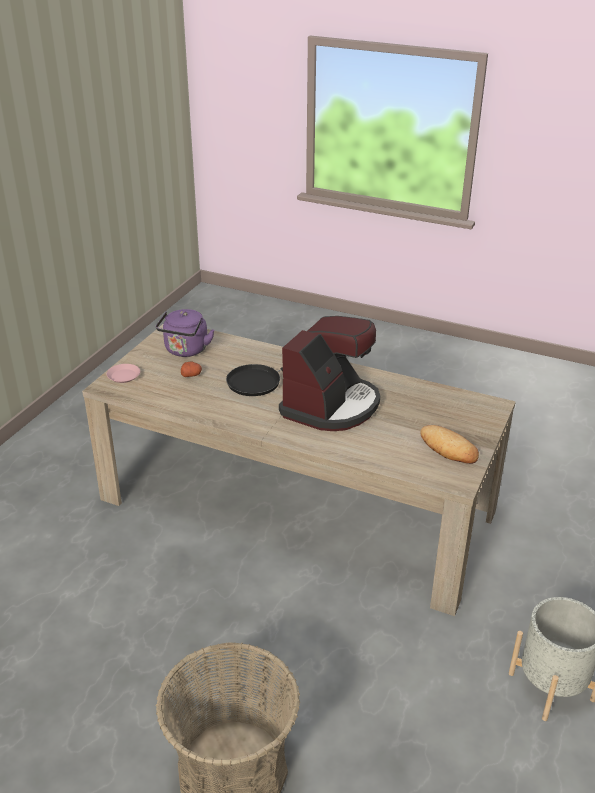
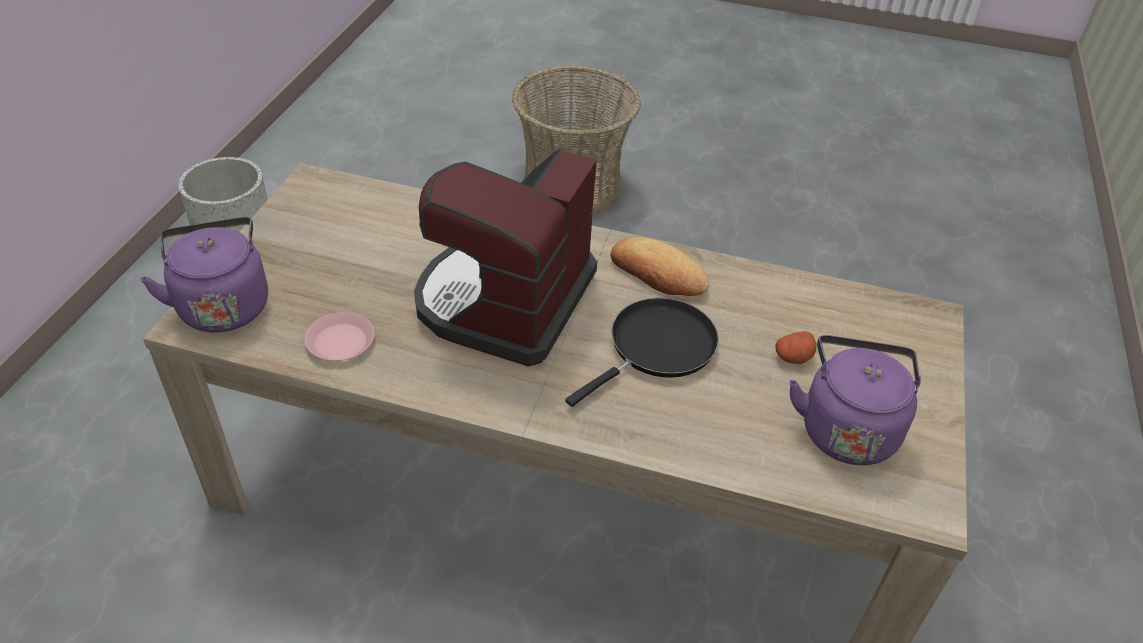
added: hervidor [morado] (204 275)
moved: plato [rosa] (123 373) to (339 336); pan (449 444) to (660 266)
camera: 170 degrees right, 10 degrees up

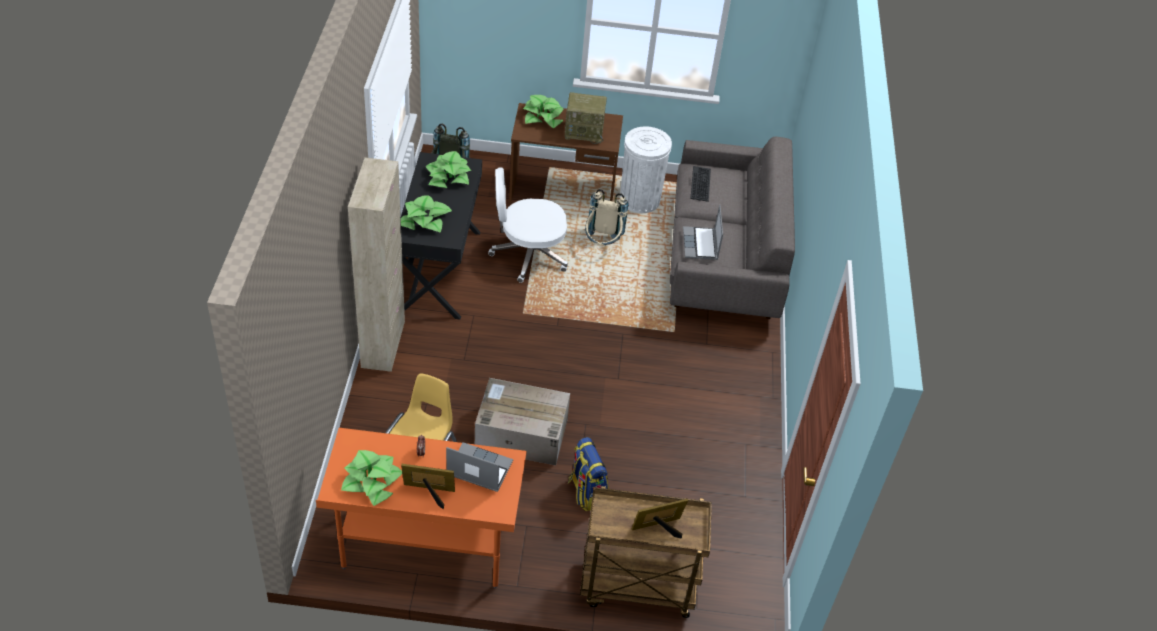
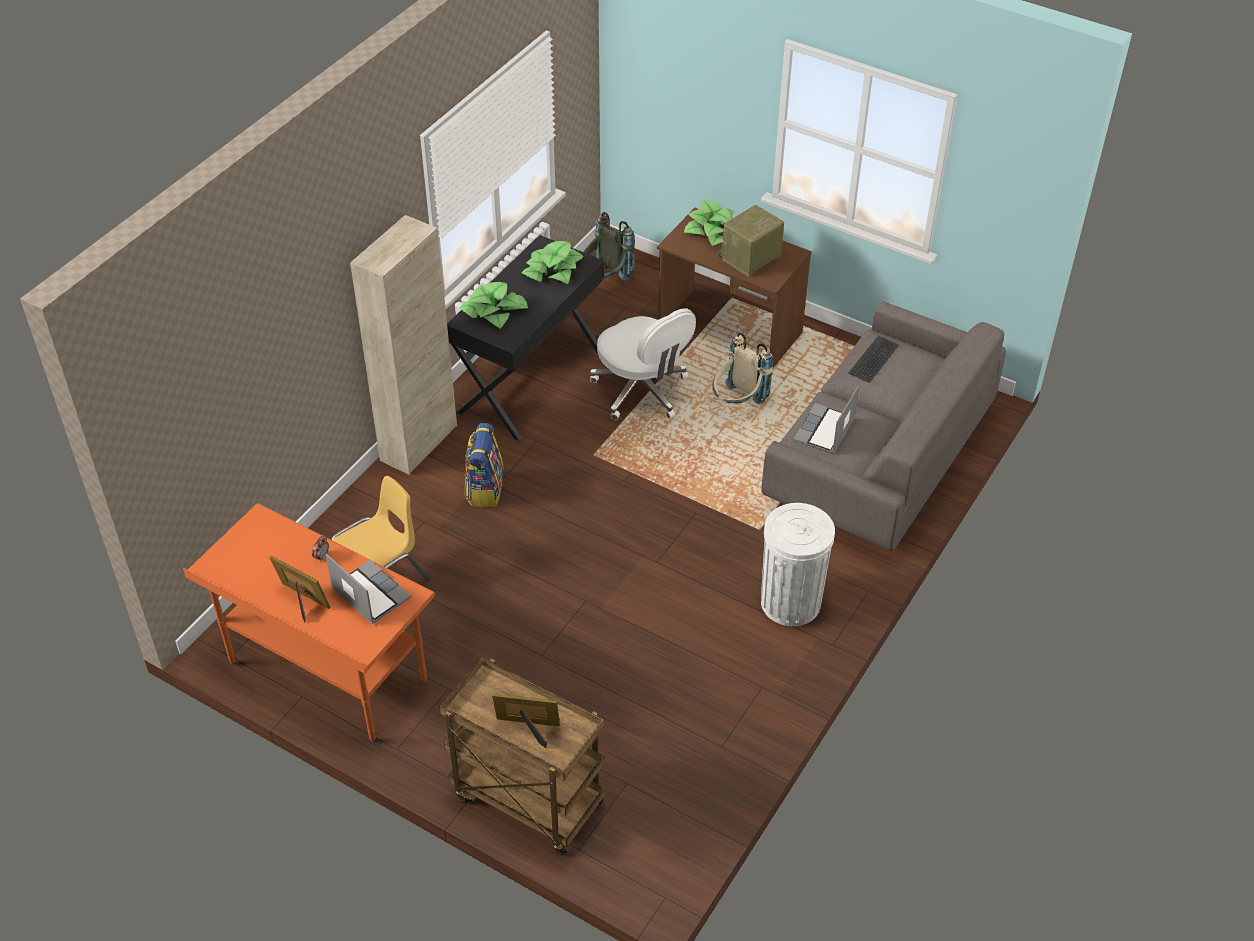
removed: planta en maceta (371 478); caja de cartón (522 421)
moved: mochila (588 474) to (484 465); papelera [blanco] (646 169) to (798 564)
turned: silla de oficina [blanco] (528 225) = (643 364) 150 degrees counterclockwise; radio (586 118) = (751 241) 105 degrees clockwise
camera: 30 degrees right, 0 degrees up

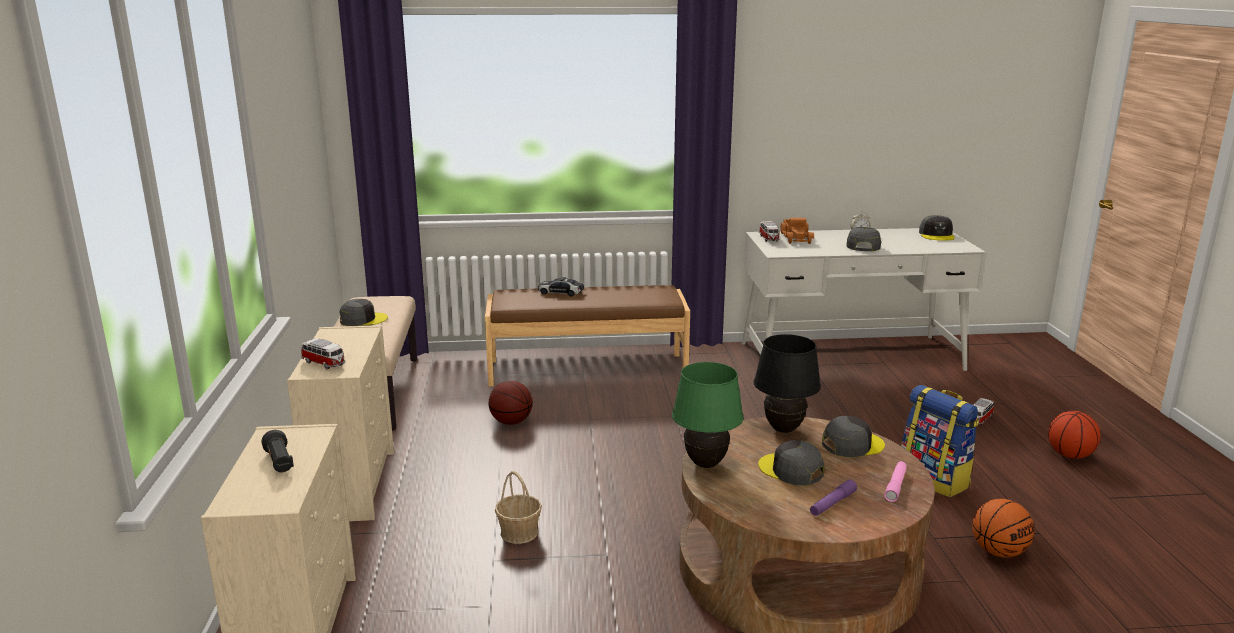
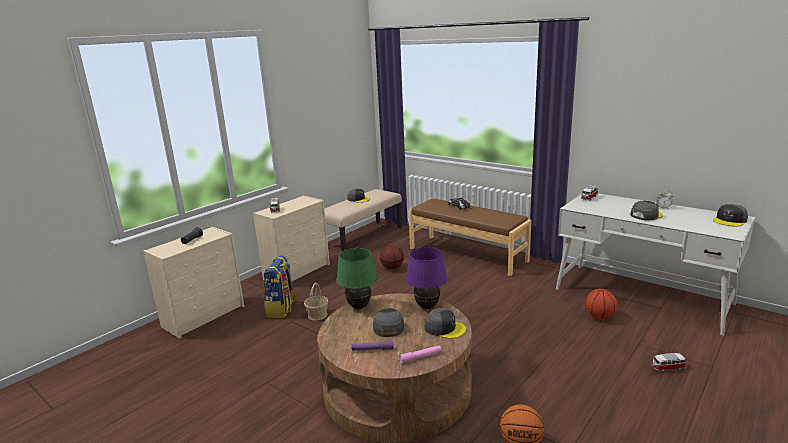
removed: camión de juguete (797 231)
moved: mochila (940 441) to (280 286); balón de baloncesto (1074 435) to (601 304)
recoloured: lámpara de mesa [negro] (787 383) to lámpara de mesa [morado] (427 278)
camera: 45 degrees right, 0 degrees up

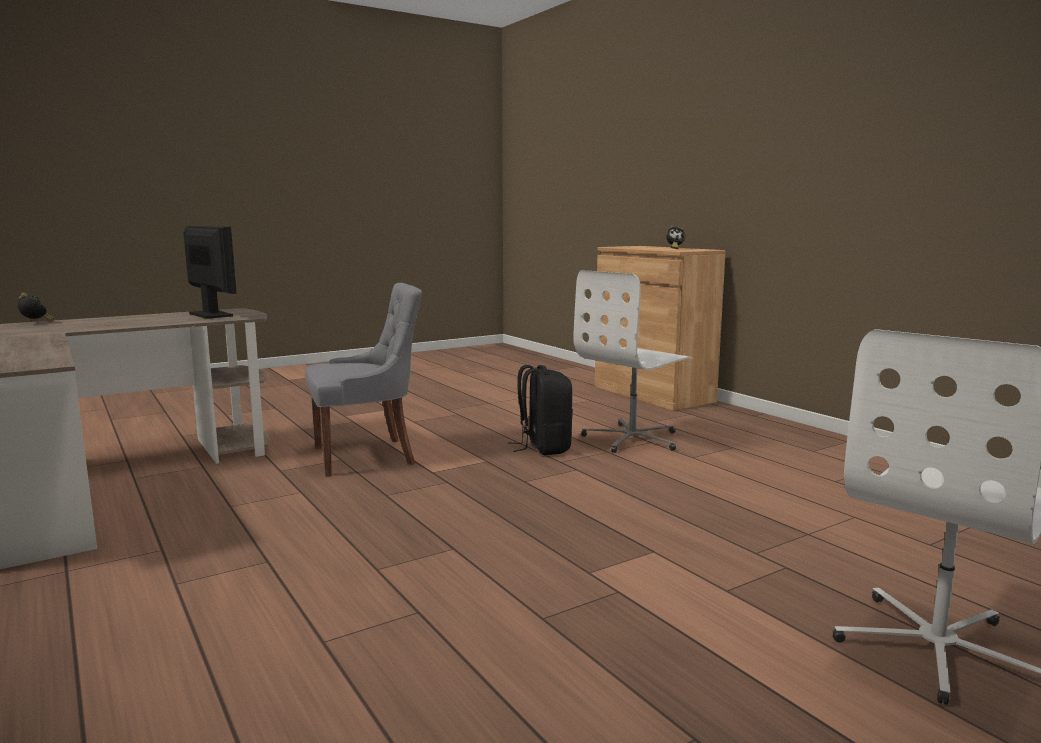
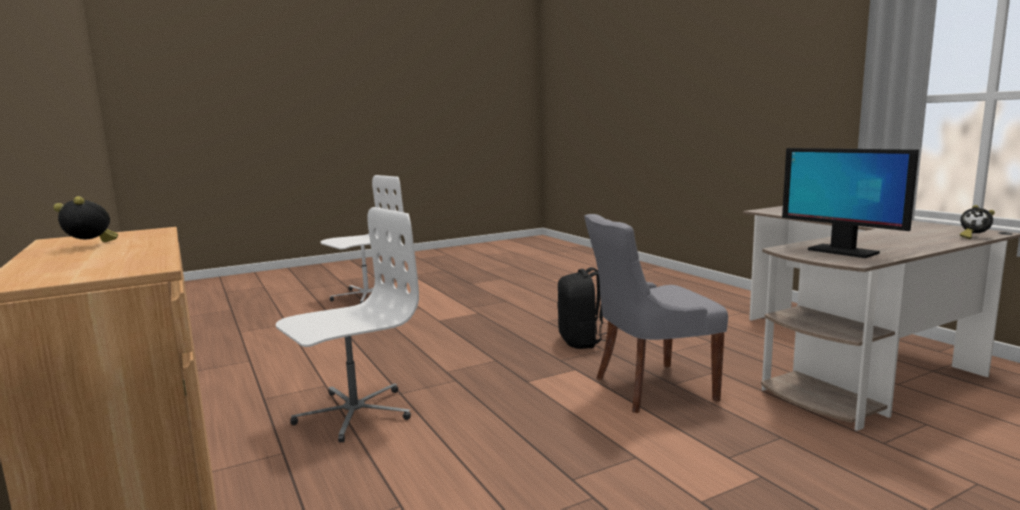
moved: mochila [negro] (540 410) to (582 308)
camera: 175 degrees left, 0 degrees up

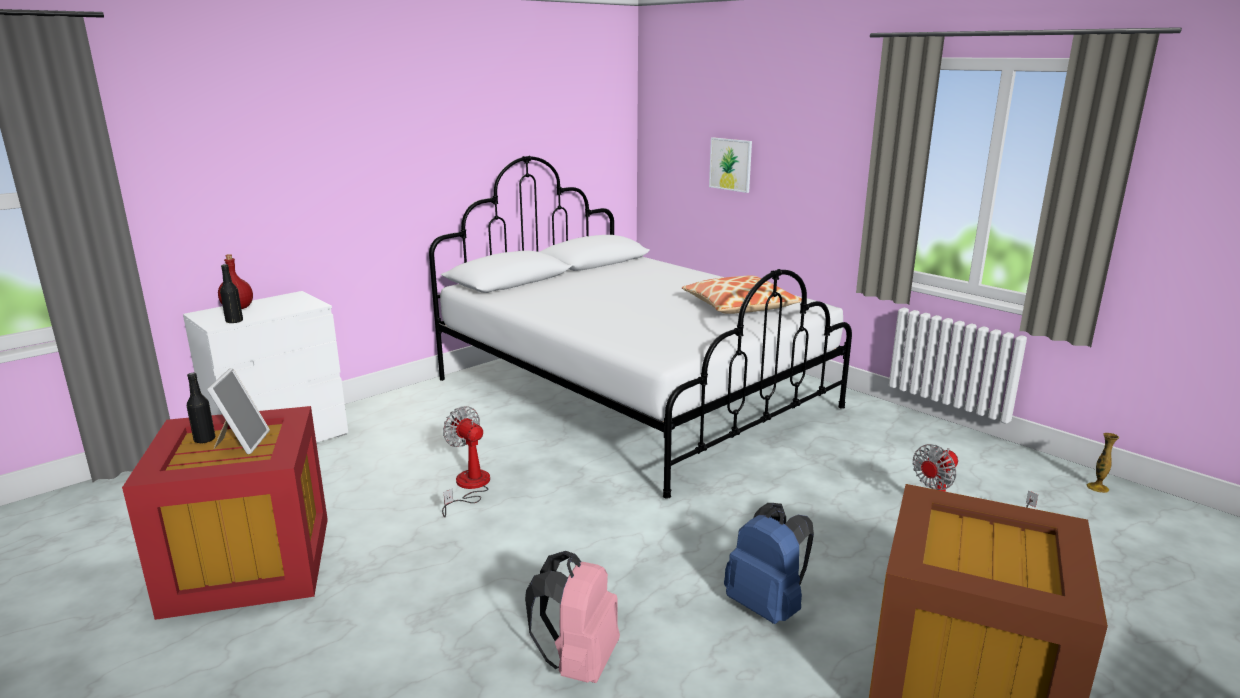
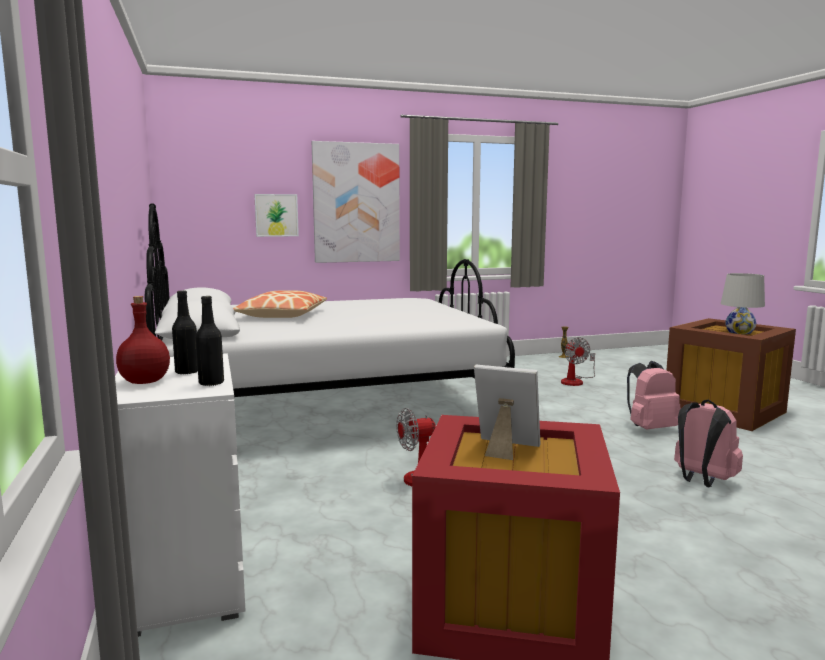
added: cuadro (356 202); lámpara de mesa [blanco] (743 303)
moved: botella [negro] (201 408) to (185 332); cojín (742 295) to (280 304)
recoloured: mochila [azul] (769 563) to mochila [rosa] (654 395)
camera: 65 degrees left, 10 degrees down

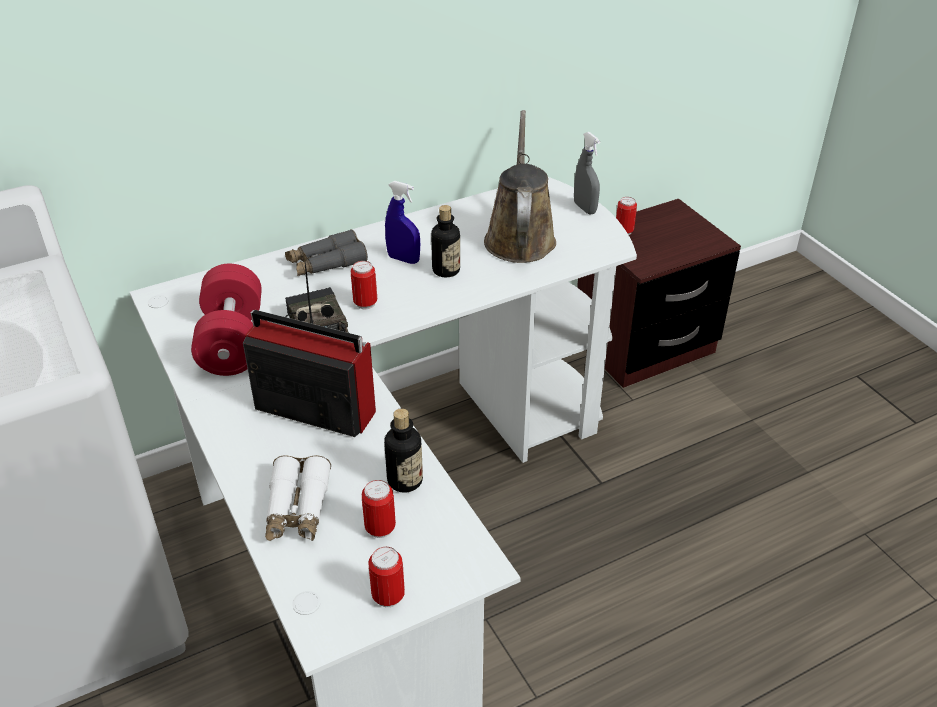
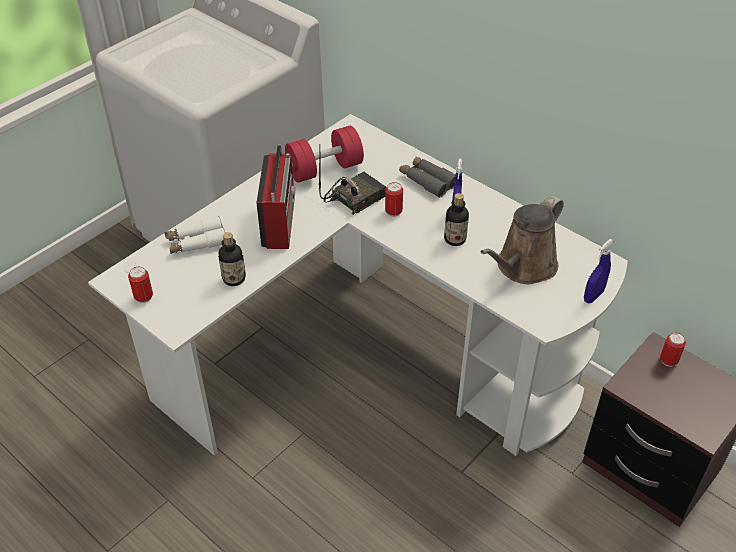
removed: lata (379 509)
recoloured: pulverizador [gris] (587 173) to pulverizador [azul] (599 271)
turned: regadera [marrón] (520 186) = (522 240) 150 degrees clockwise
camera: 70 degrees right, 5 degrees up

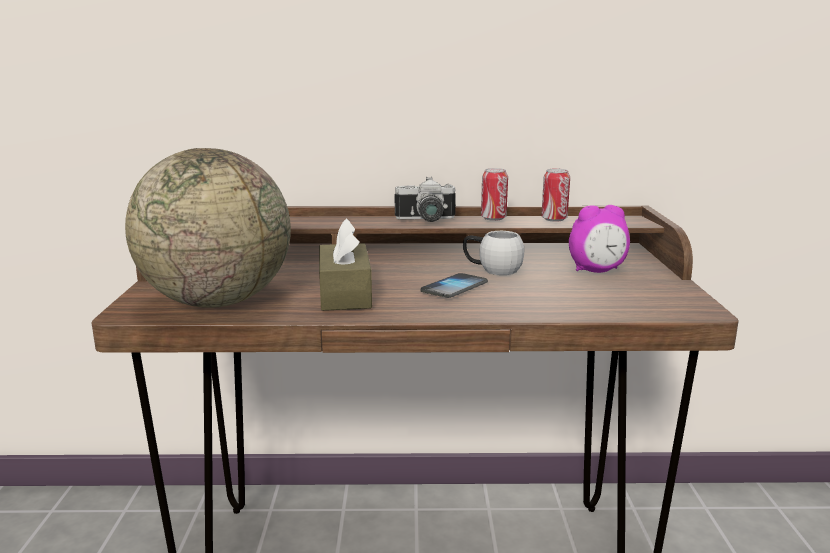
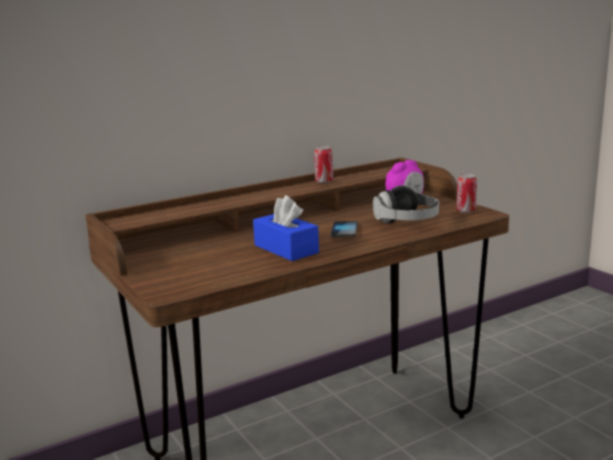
removed: globo terráqueo (208 228); cámara (425 199); taza grande [blanco] (493 253)
added: auriculares (406 204)
moved: lata (555 195) to (466 193)
recoloured: caja de pañuelos [marrón] (345 264) to caja de pañuelos [azul] (286 228)
camera: 30 degrees left, 0 degrees up

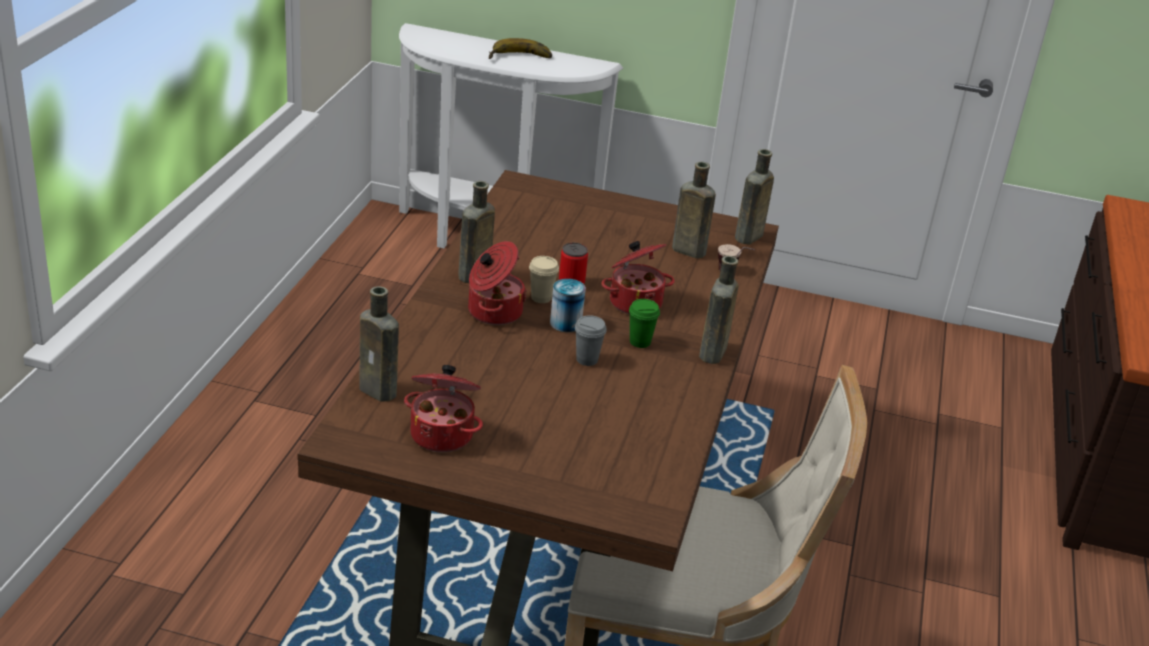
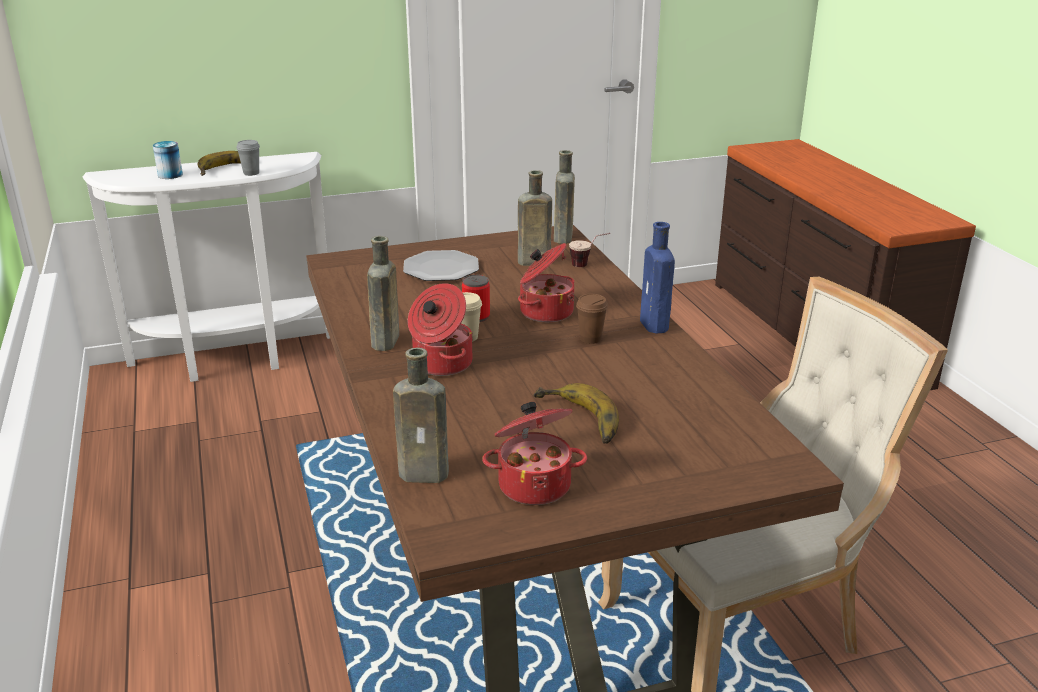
added: plato (441 265); plátano (576 413)
moved: lata (568 305) to (168 160); taza [gris] (591 340) to (248 158)
recoloured: taza [verde] (644 323) to taza [marrón] (592 319); botella [marrón] (718 310) to botella [azul] (657 277)
camera: 30 degrees left, 5 degrees down

